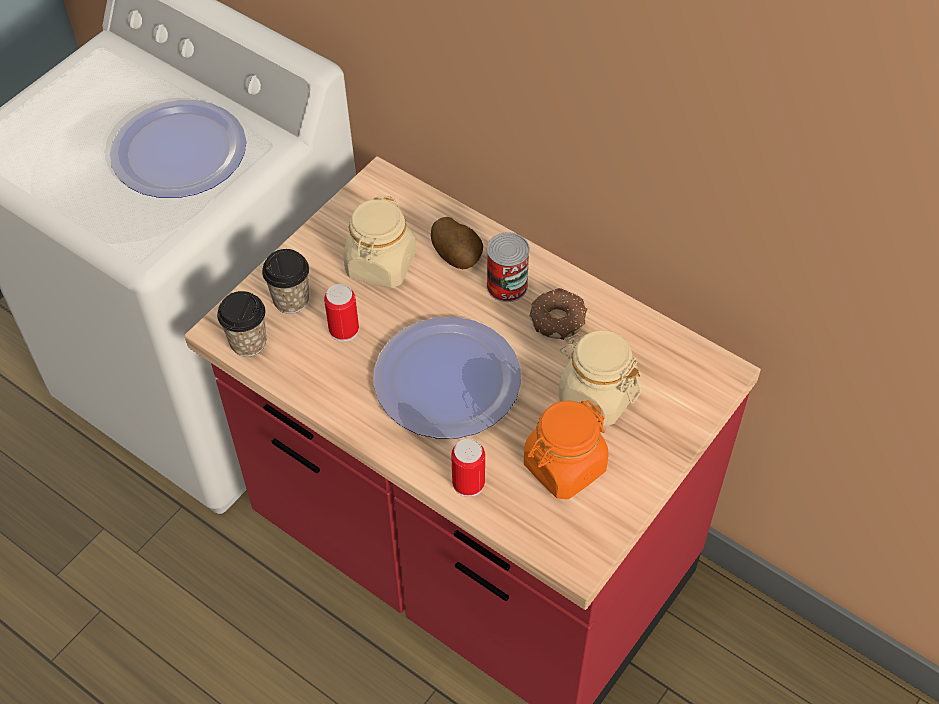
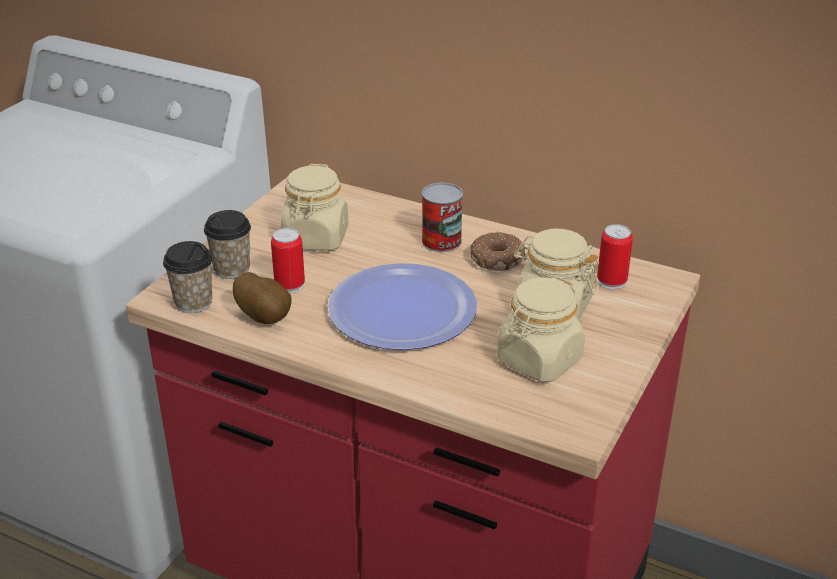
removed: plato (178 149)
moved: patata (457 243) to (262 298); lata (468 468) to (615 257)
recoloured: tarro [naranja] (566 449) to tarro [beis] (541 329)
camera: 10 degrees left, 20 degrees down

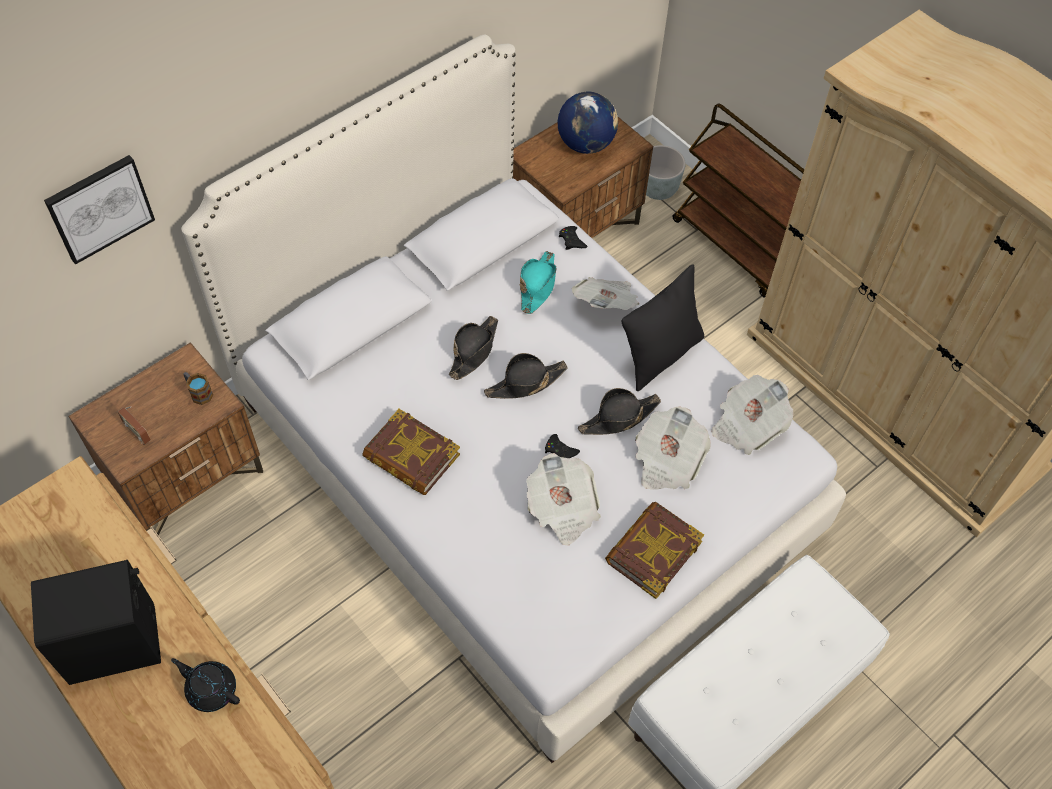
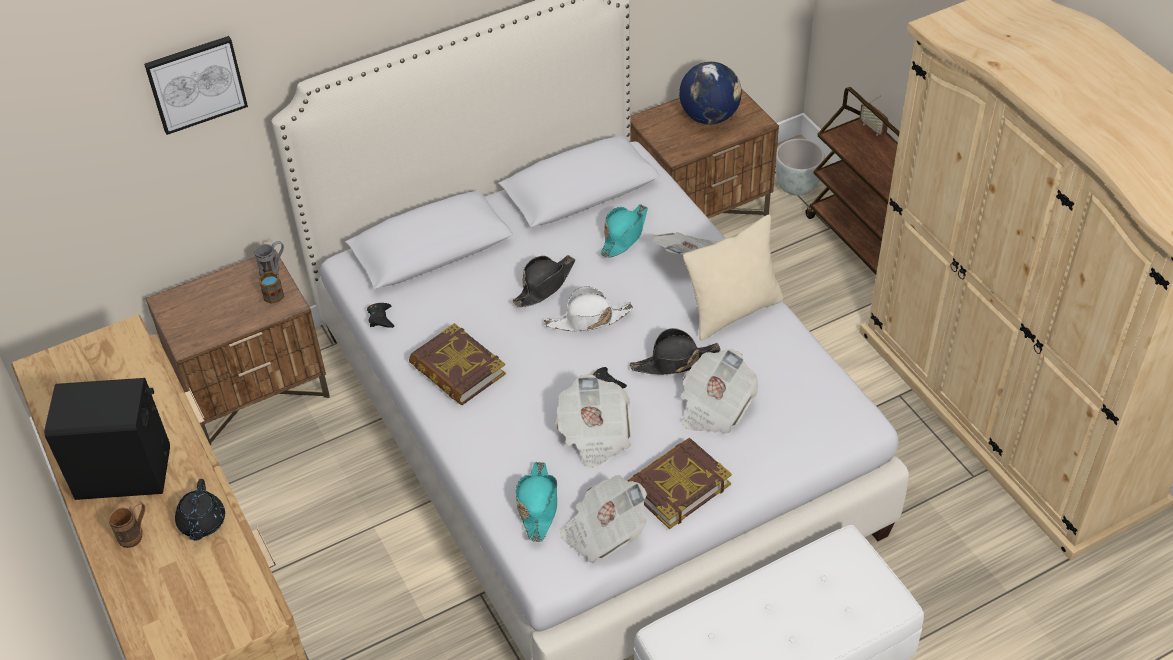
added: taza grande [marrón] (127 524); taza grande [gris] (269 257); sombrero [turquesa] (536 502)
moved: mando de consola [negro] (573 238) to (380 315); periódico (752 415) to (603 519); radio (134 425) to (874 115)
recoloured: sombrero [negro] (526 376) to sombrero [blanco] (588 308); cojín [negro] (663 328) to cojín [beis] (733 277)
turned: tetera [negro] (205 685) = (200 510) 135 degrees counterclockwise
camera: 15 degrees right, 10 degrees down

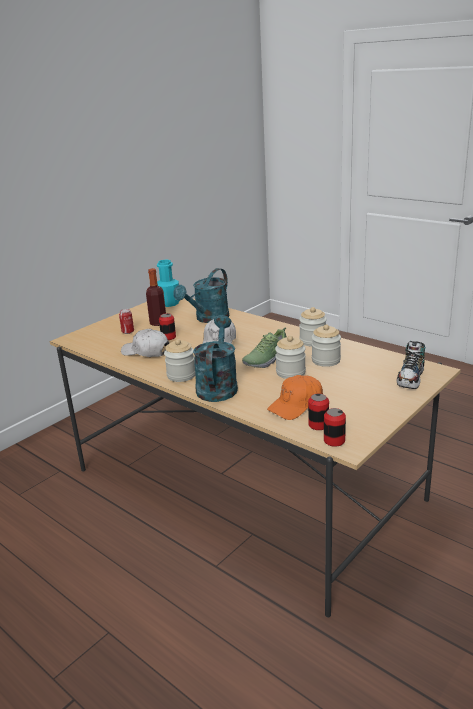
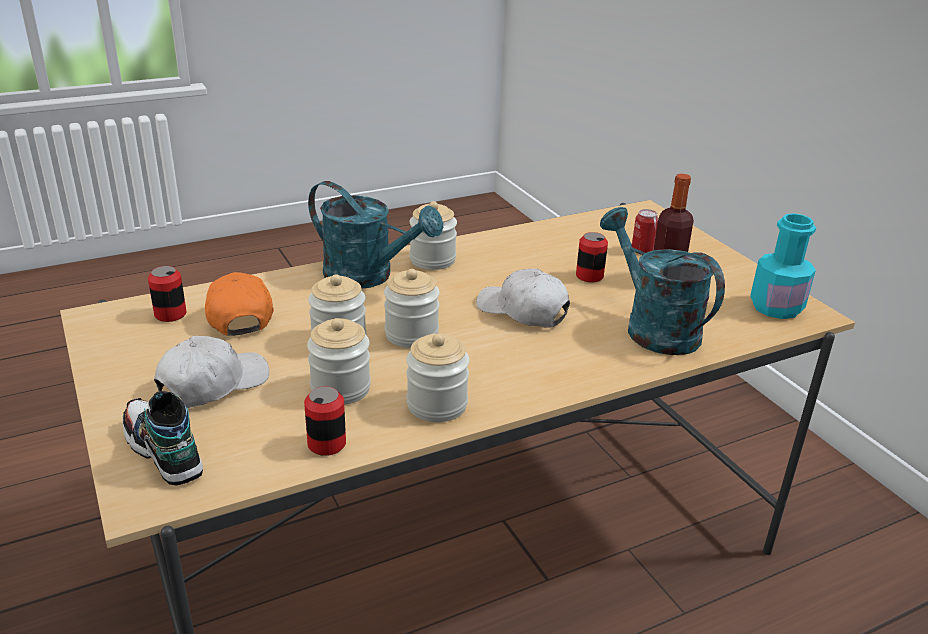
moved: gorra [blanco] (145 343) to (211 372); lata (335 427) to (325 421)
replaced: zapato (264 348) to tarro (412 308)
camera: 110 degrees right, 5 degrees up

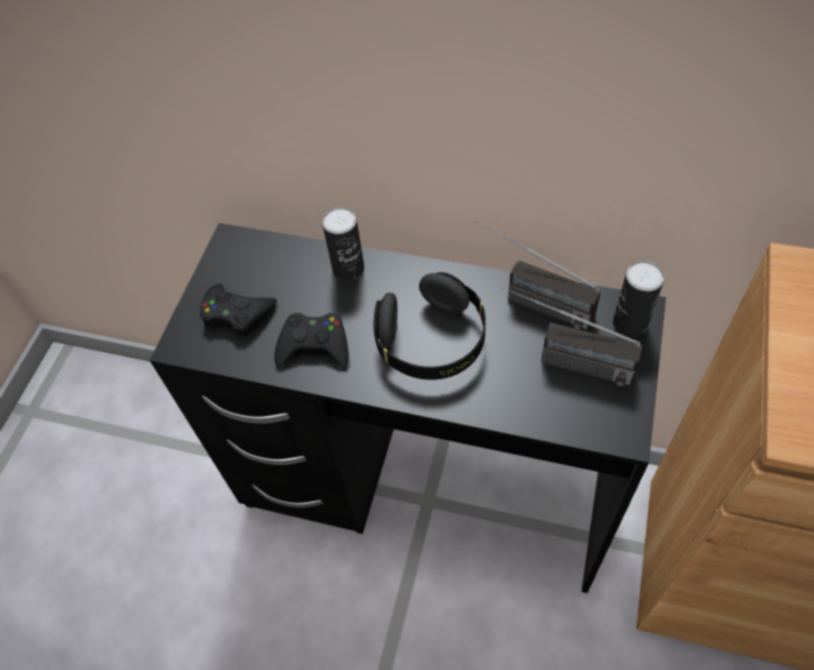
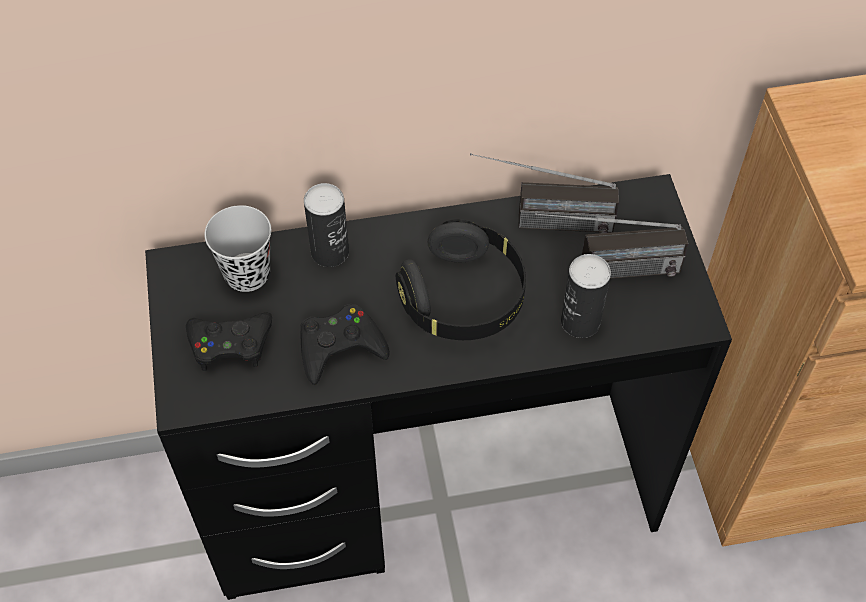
added: taza [negro] (237 248)
moved: lata (638 299) to (586 296)
camera: 30 degrees left, 0 degrees up

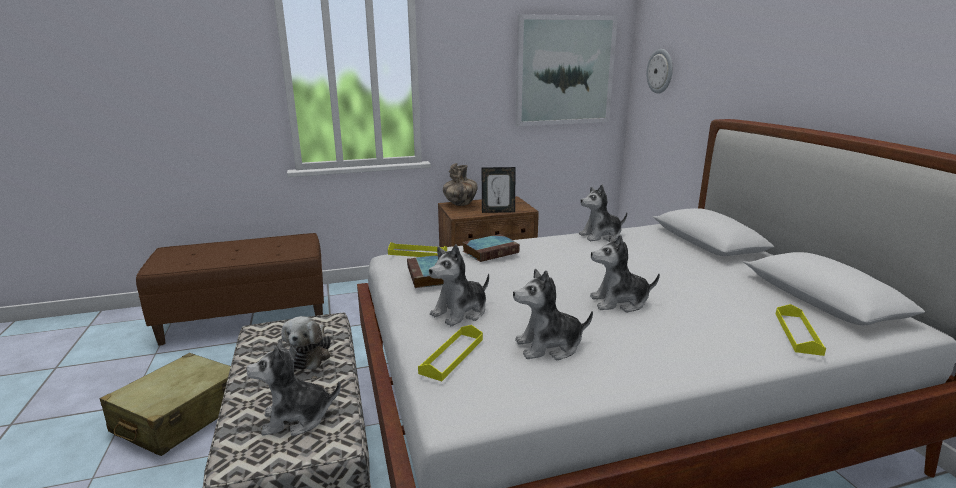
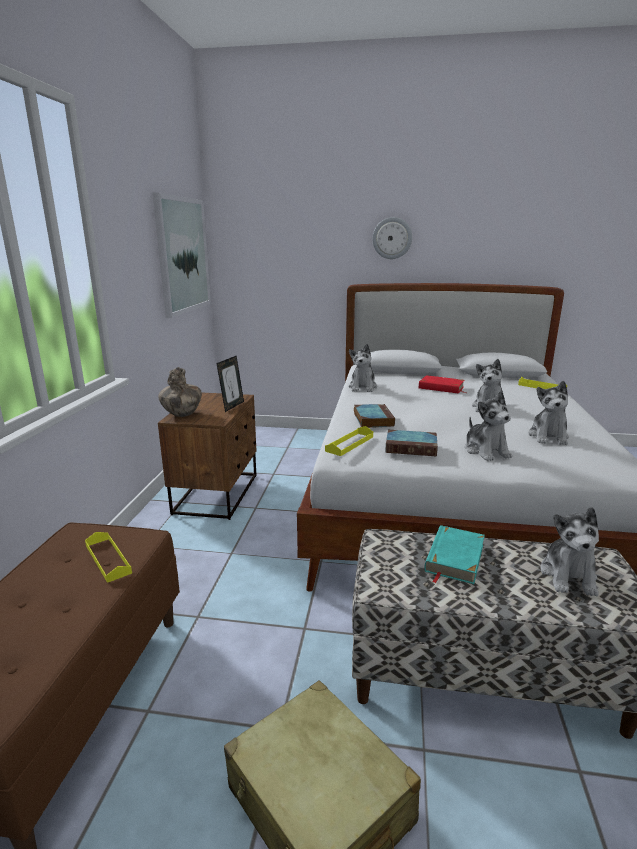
added: libro [rojo] (442 384)
moved: bandeja [amarillo] (450 353) to (108 557); reloj de pared (659 71) to (392 238)
replaced: peluche (306 343) to libro [turquesa] (455 554)
camera: 65 degrees left, 0 degrees up

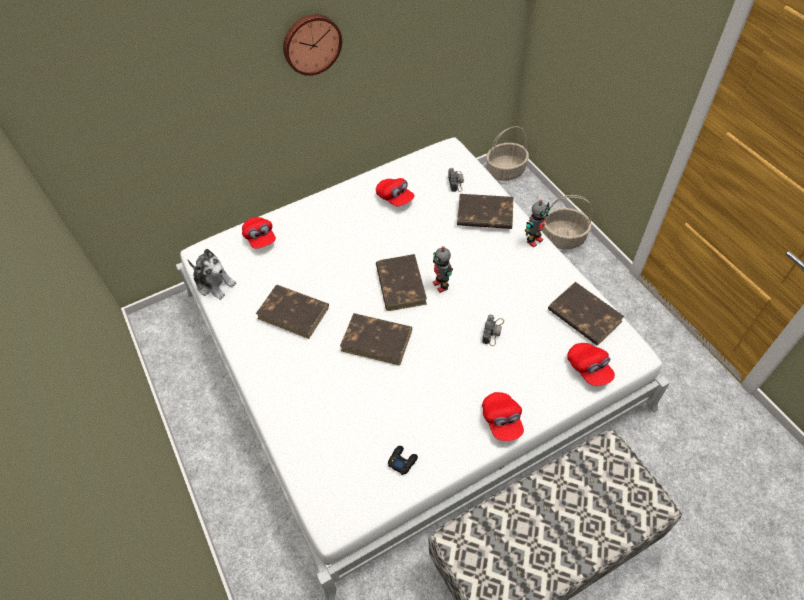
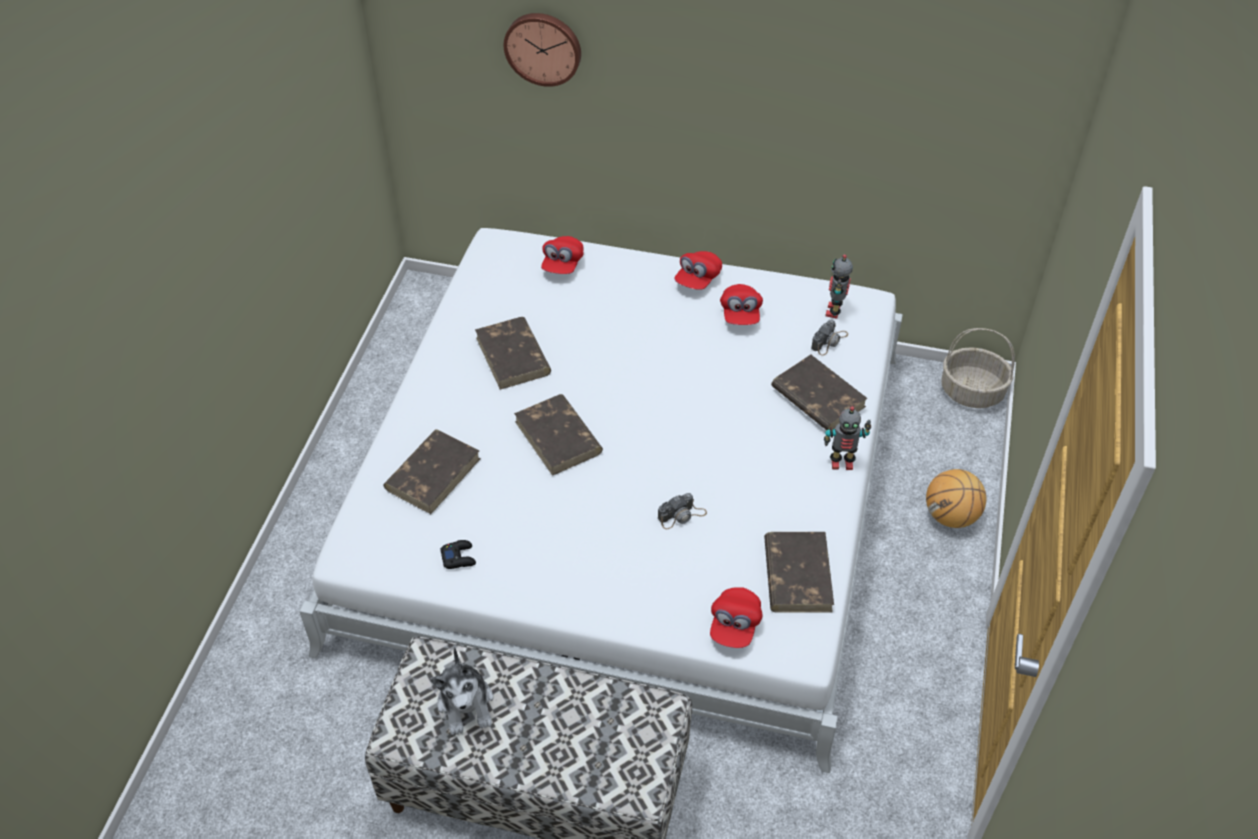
moved: libro [marrón] (401 282) to (431 471); peluche (212 274) to (462 691); reloj de pared (312 45) to (542 50); gorra [rojo] (503 416) to (698 270); robot de juguete (443 269) to (839 286)
replaced: cesta (568 222) to balón de baloncesto (956 498)
camera: 40 degrees right, 5 degrees down

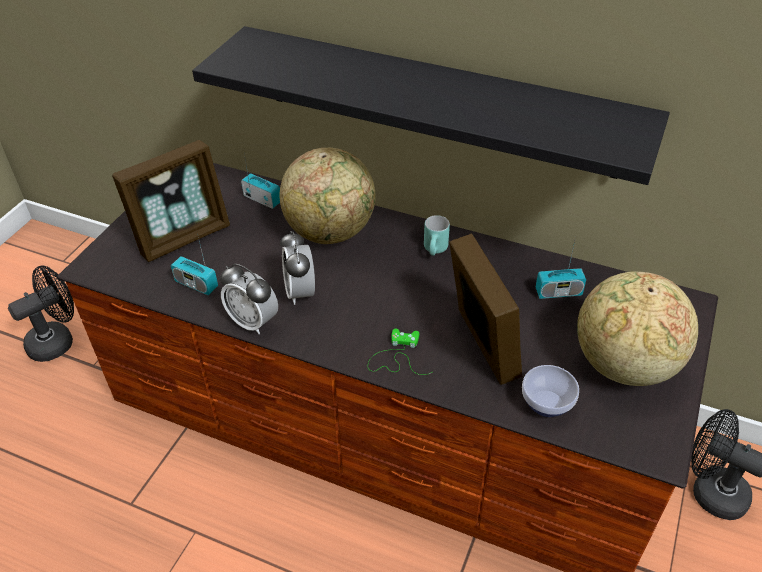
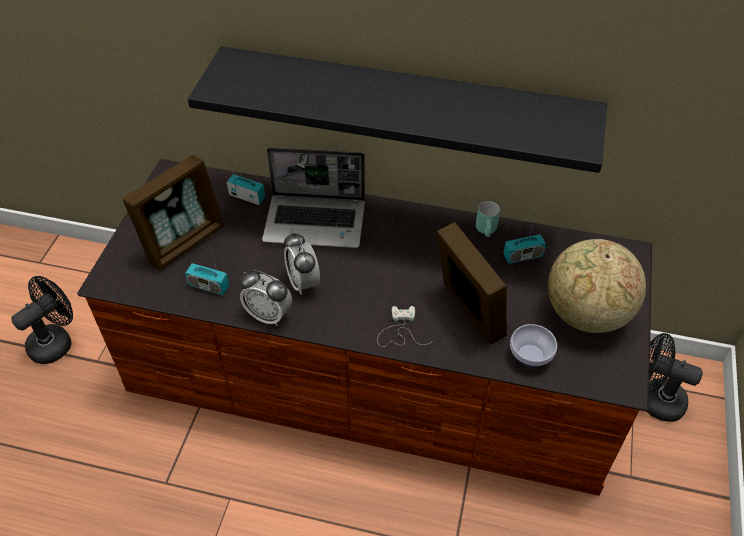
moved: taza grande [turquesa] (437 235) to (488 219)
replaced: globo terráqueo (328 196) to portátil (313 198)
recoloured: mando de consola [verde] (400 351) to mando de consola [blanco] (405 326)
camera: 10 degrees left, 5 degrees up

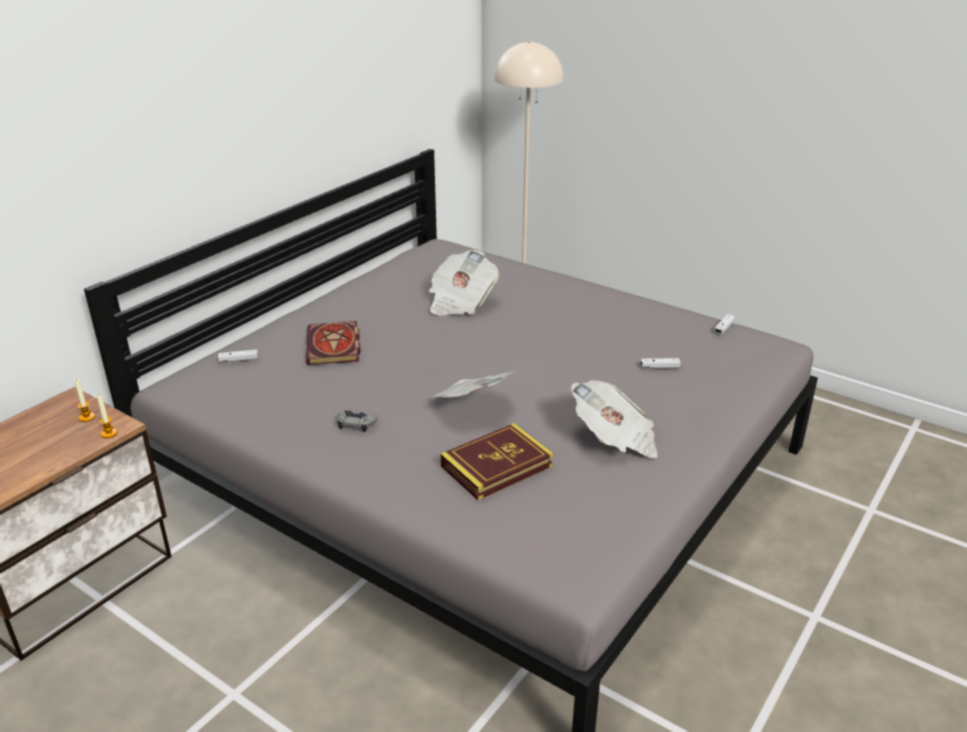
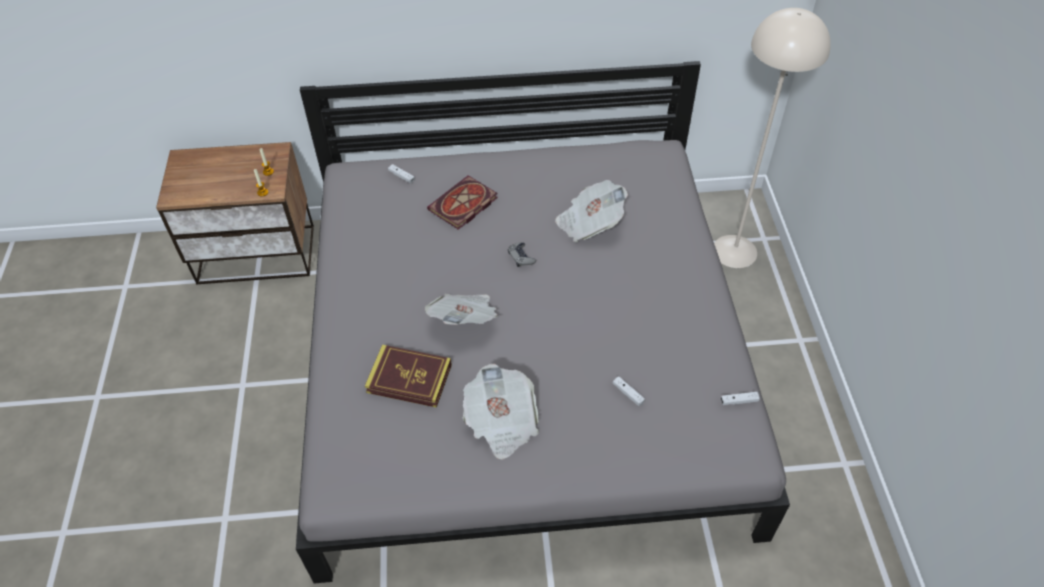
moved: mando de consola [gris] (357 421) to (522 254)
camera: 50 degrees right, 20 degrees up

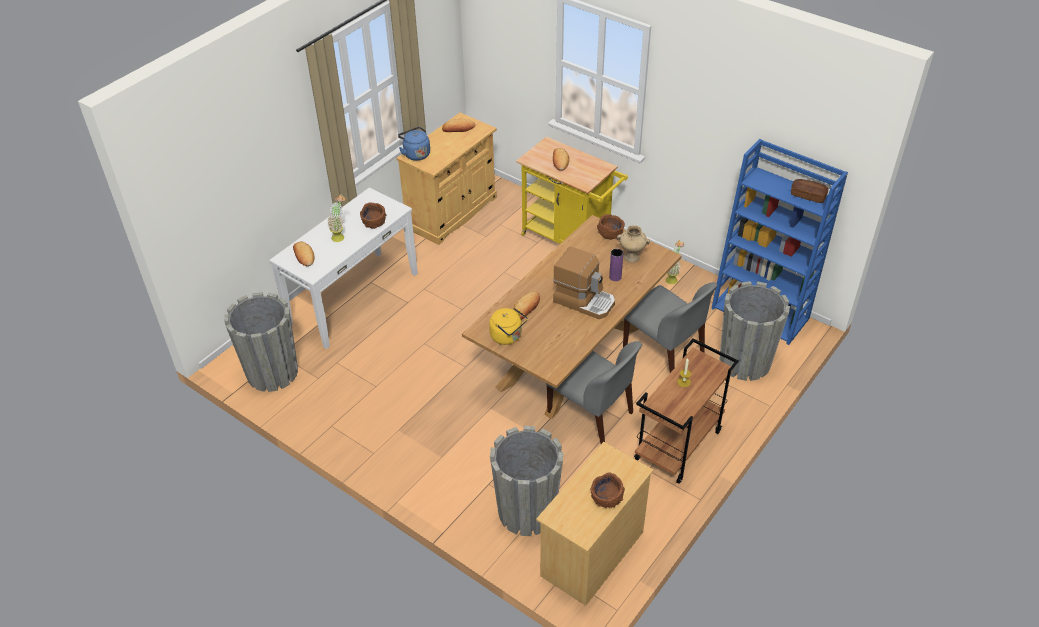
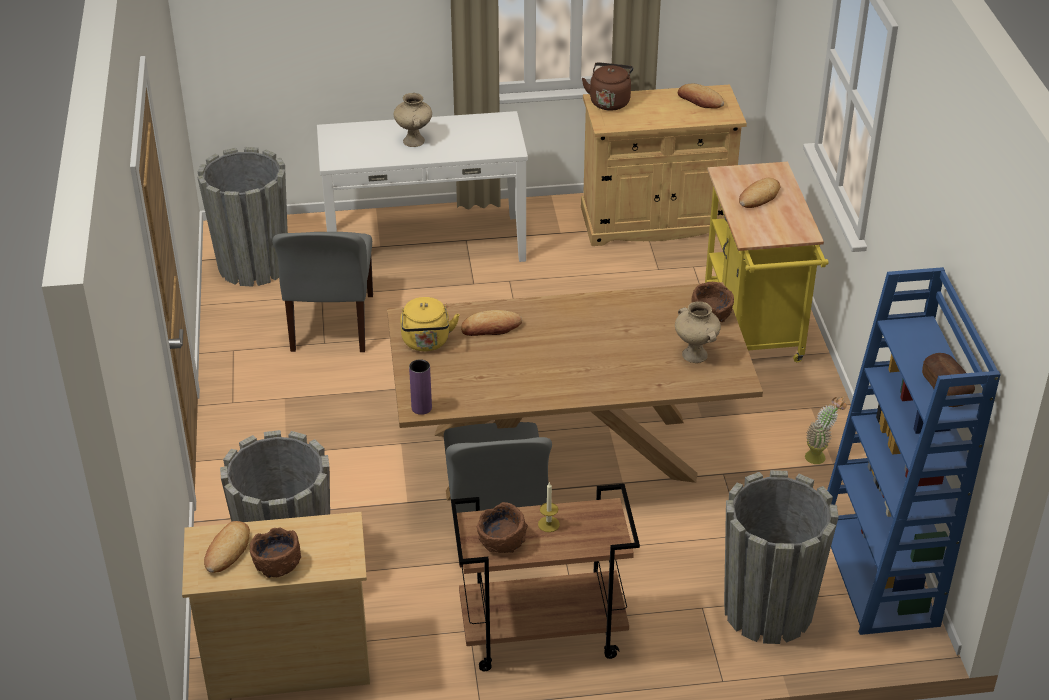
removed: cafetera (584 283)
moved: pan (303 254) to (227 547); silla [gris] (670 327) to (322 292); florero [morado] (616 265) to (420 387); cuenco [marrón] (373 215) to (502 527)
replaced: planta en maceta (336 218) to florero [beis] (413 120)
recoloured: hervidor [azul] (414 144) to hervidor [marrón] (607 86)
camera: 45 degrees right, 5 degrees down

